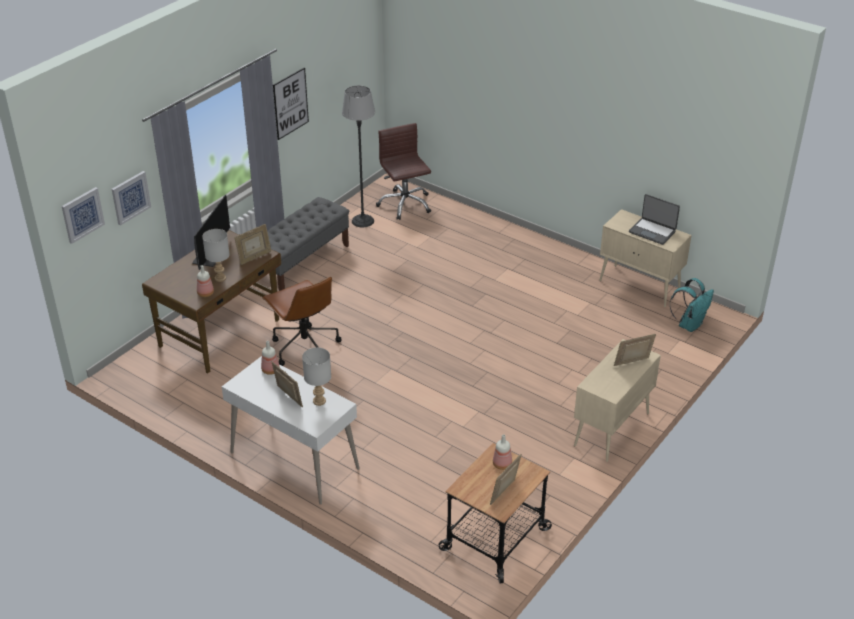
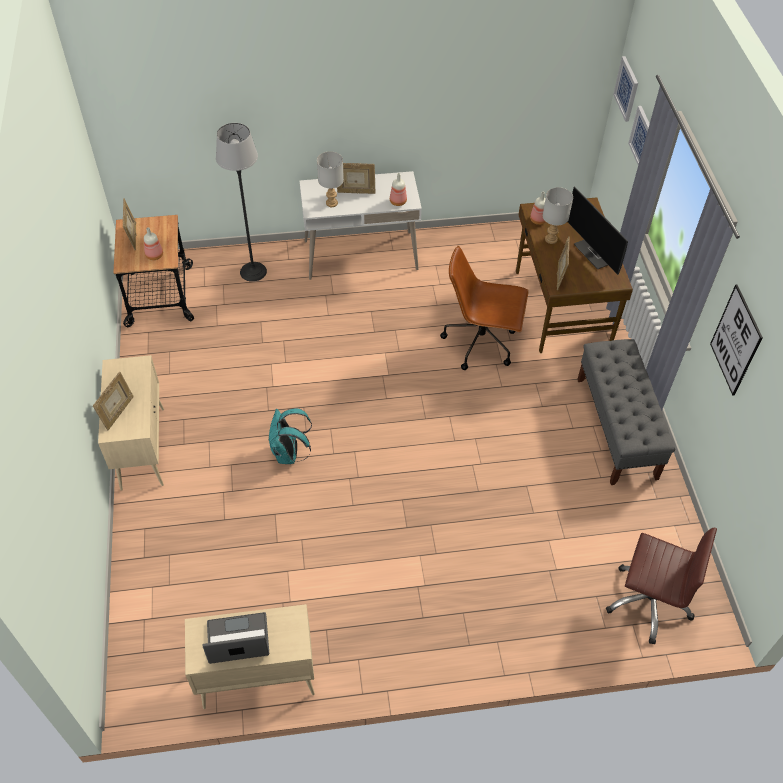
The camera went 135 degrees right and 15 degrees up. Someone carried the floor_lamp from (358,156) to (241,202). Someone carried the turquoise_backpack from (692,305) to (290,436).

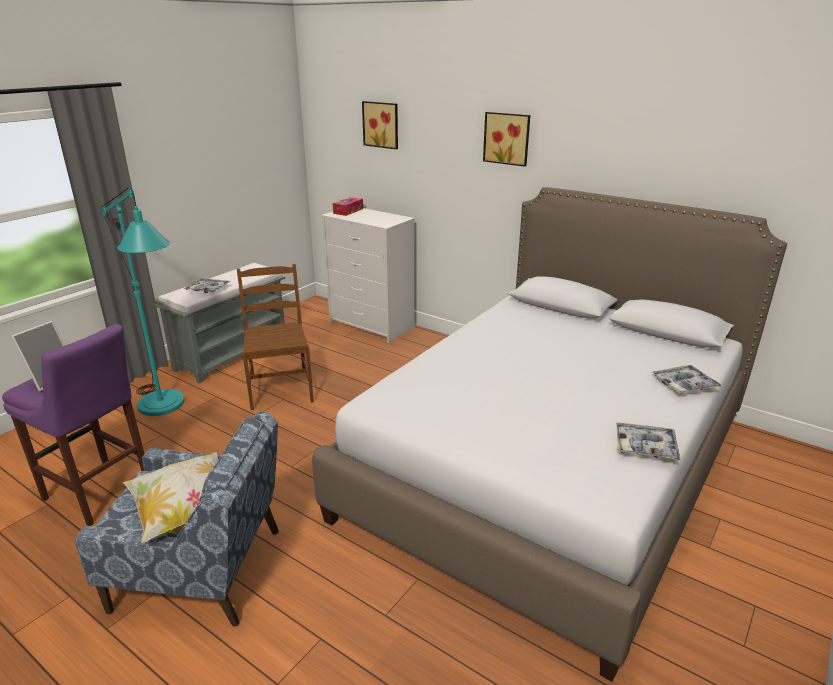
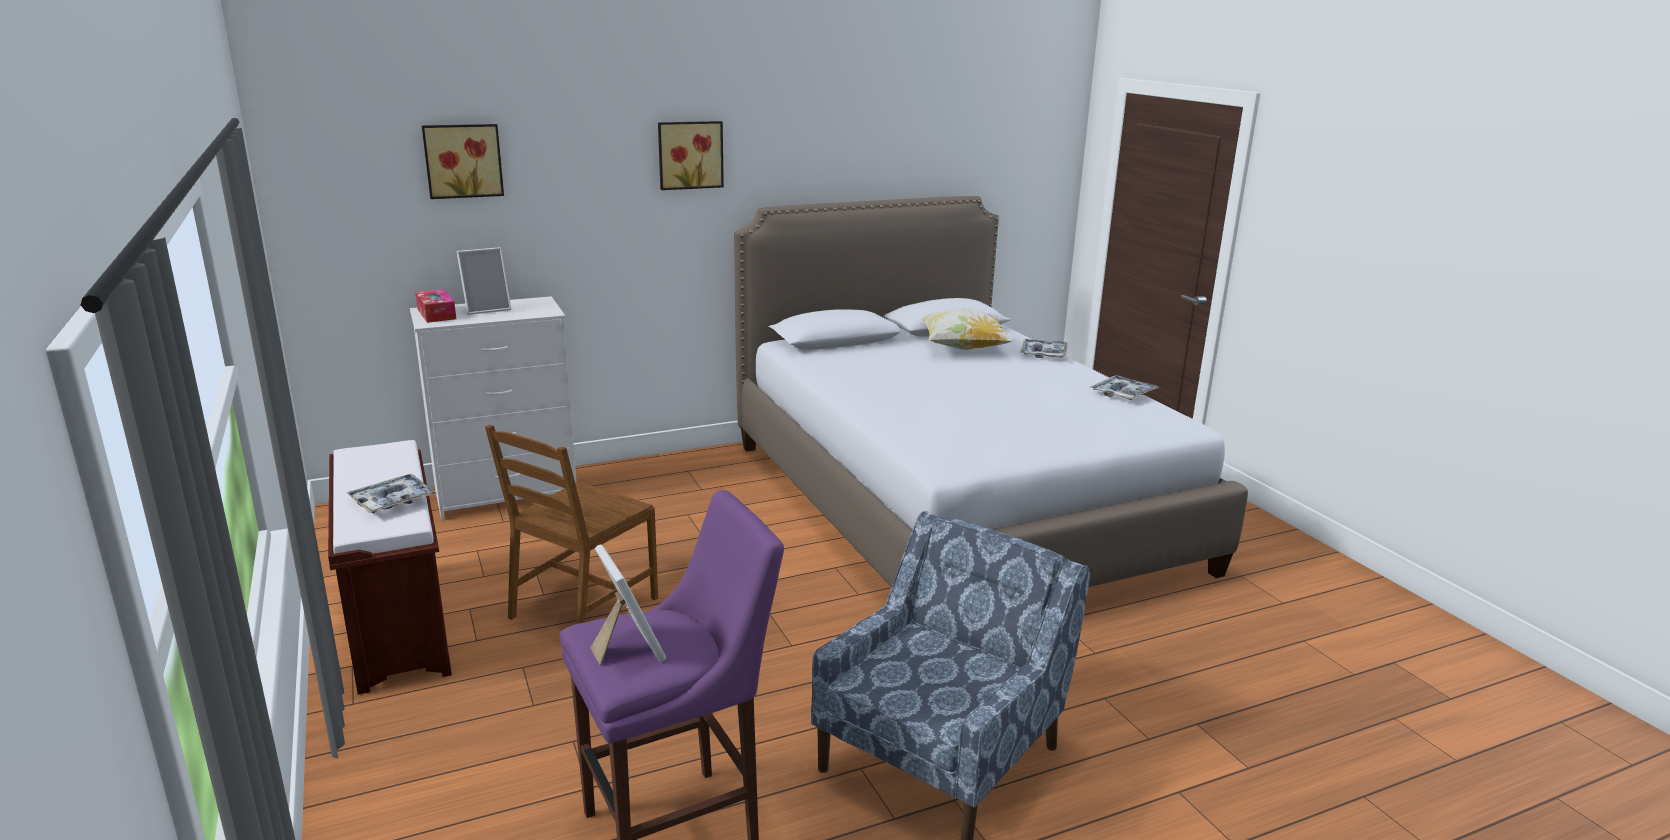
The camera went 60 degrees left and 5 degrees down. Someone took away the turquoise_floor_lamp at (143,301). Someone repainted the grey_bench at (219,323), which became the brown_bench at (390,567). Someone rotated the brown_chair at (275,337) by 75 degrees counterclockwise. Someone carried the pillow from (170,497) to (967,329). Someone put down the picture_frame at (484,281).

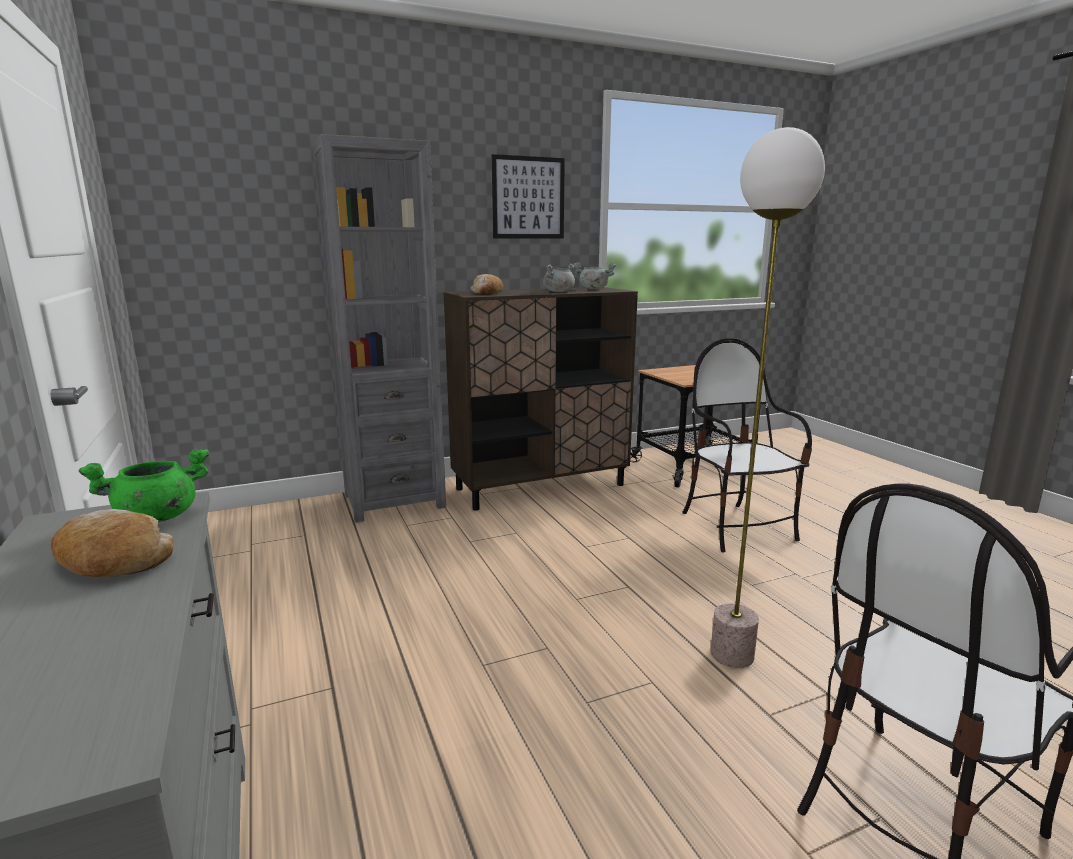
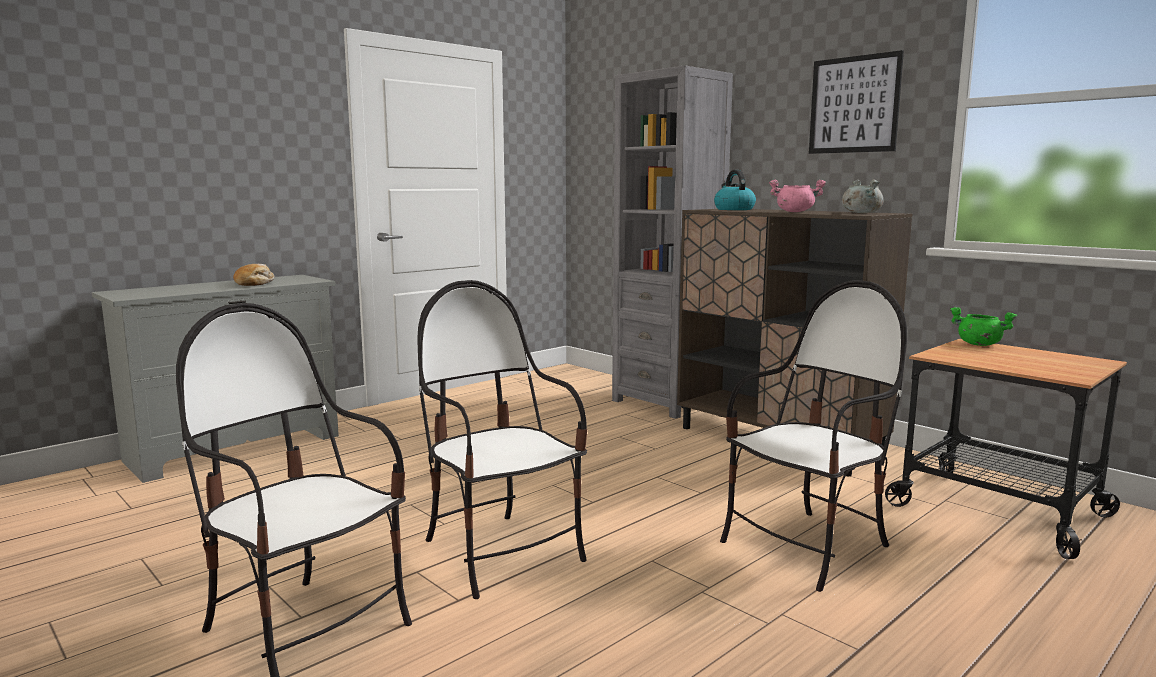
The camera went 70 degrees right and 5 degrees down. Someone swapped the floor_lamp at (768,397) for the chair at (502,439). Someone repainted the grey_cooking_pot at (559,278), which became the pink_cooking_pot at (797,196). Someone swapped the bread at (487,284) for the kettle at (735,190). Someone carried the green_cooking_pot from (144,485) to (983,326).

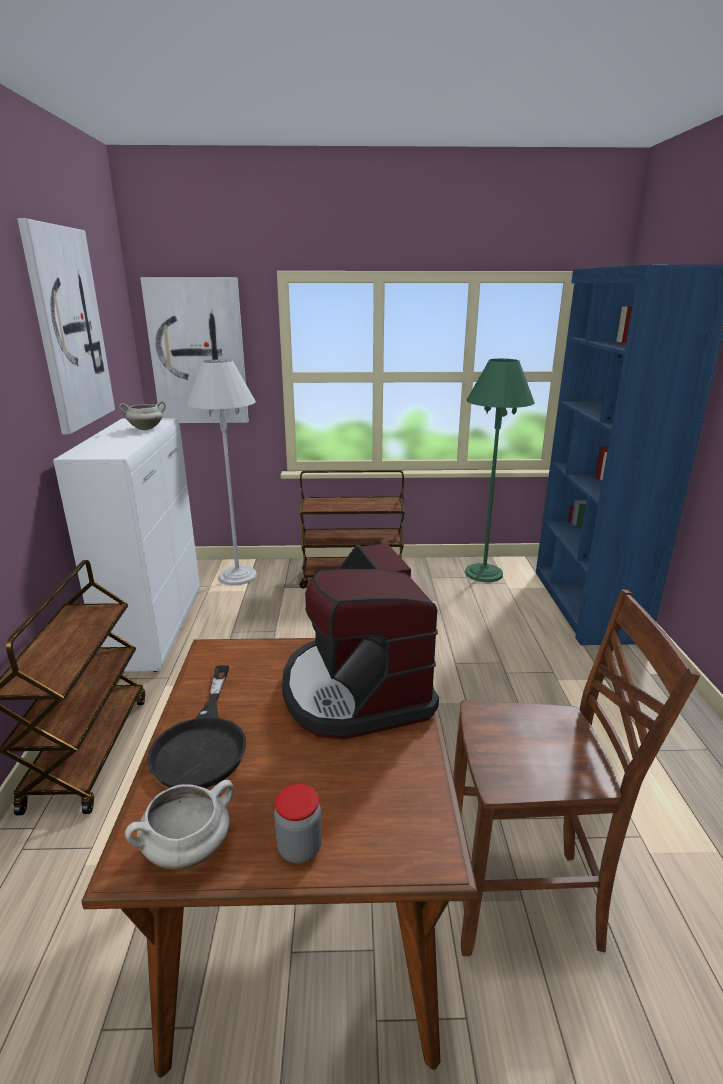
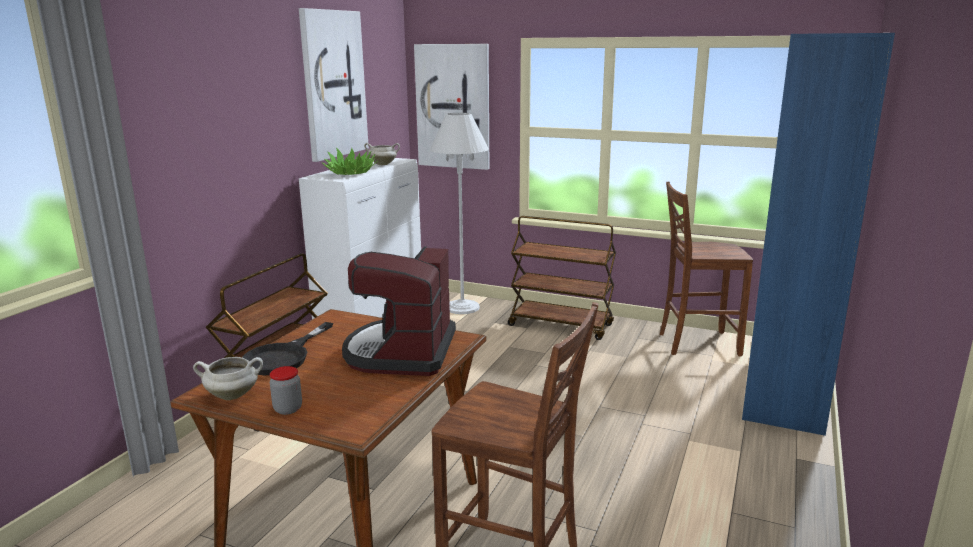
The camera went 25 degrees right and 5 degrees down. Someone swapped the green_floor_lamp at (500,470) for the brown_chair at (706,269). Someone put down the potted_plant at (348,161).

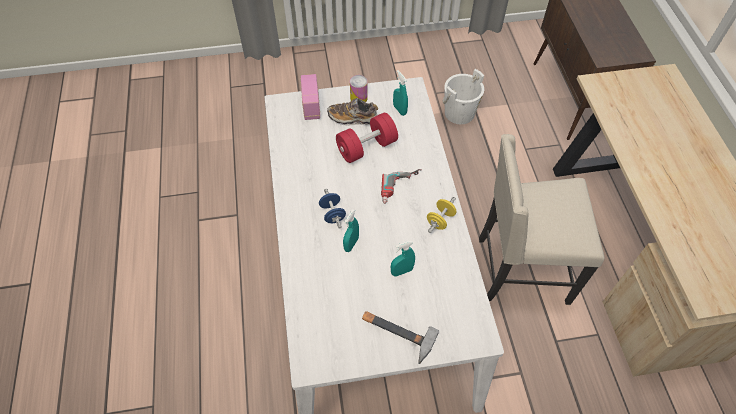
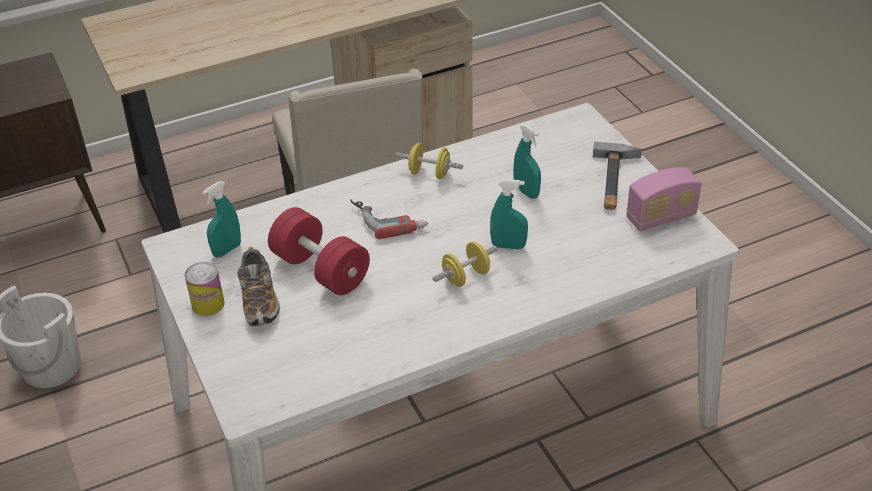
The camera went 105 degrees left and 15 degrees down. Someone carried the radio from (310,97) to (664,199). Someone repainted the blue_dumbbell at (332,208), which became the yellow_dumbbell at (465,264).

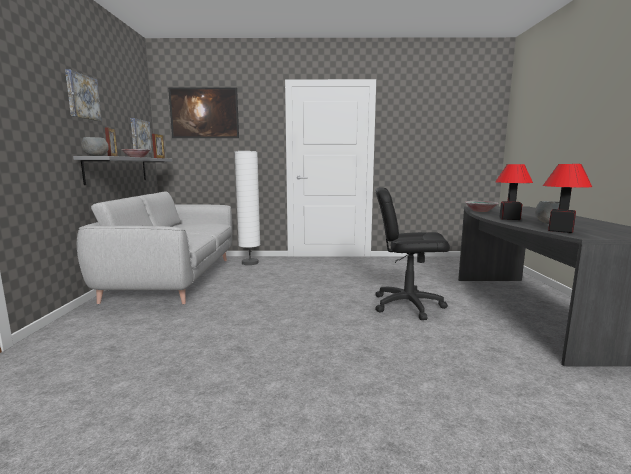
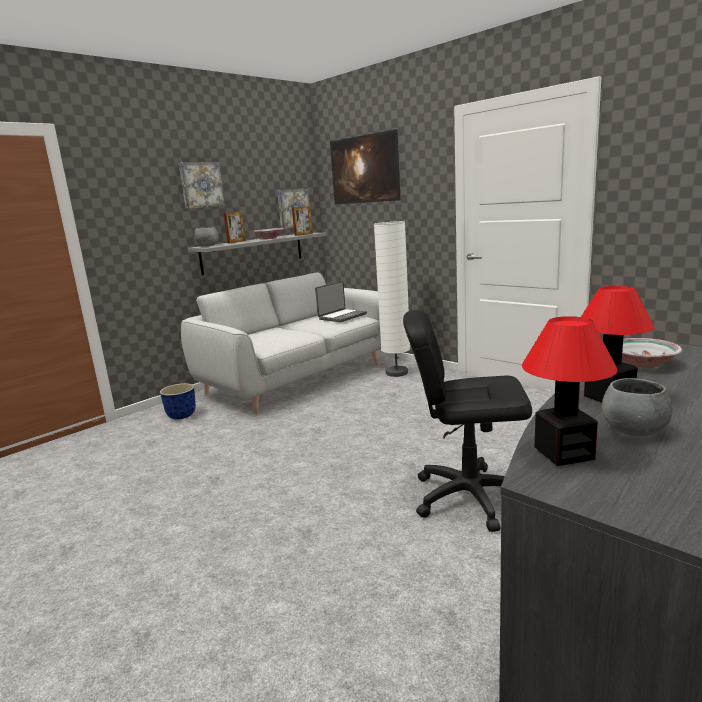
The camera went 45 degrees right and 5 degrees up. Someone rotated the black_office_chair at (412,253) by 45 degrees counterclockwise. Someone put down the laptop at (341,301). Someone put down the planter at (178,401).

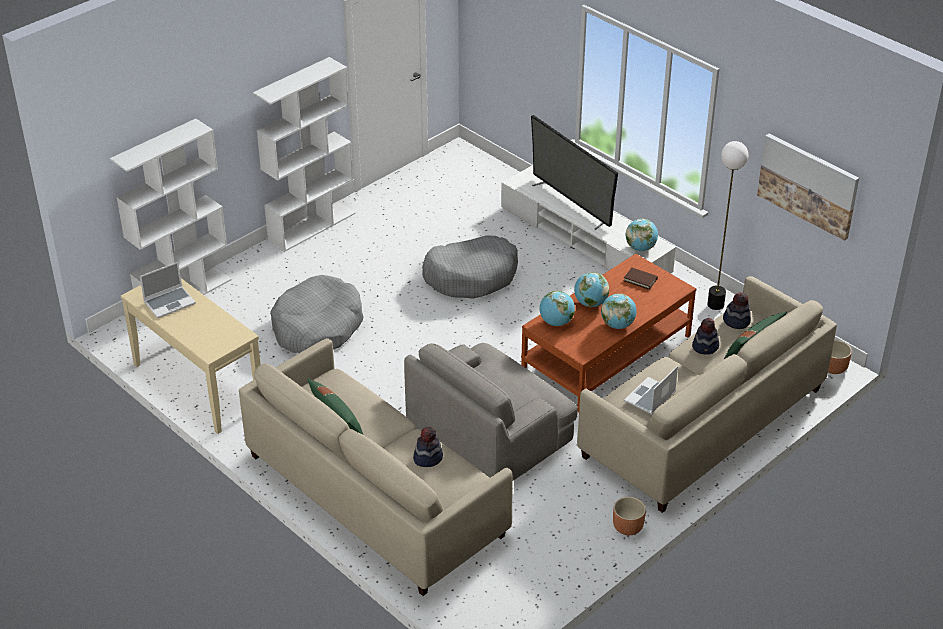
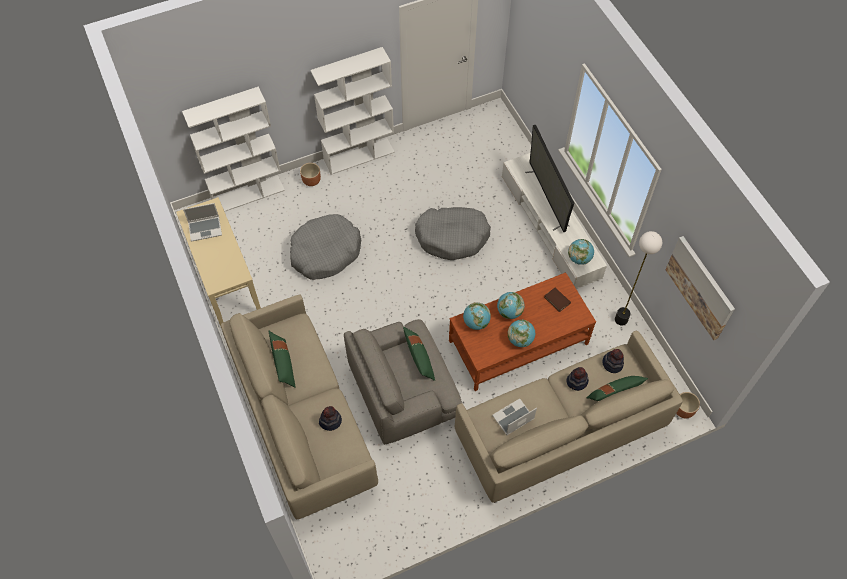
The camera went 20 degrees right and 20 degrees up. Someone carried the brown_planter from (629,516) to (310,174). Someone put down the green_pillow at (419,353).

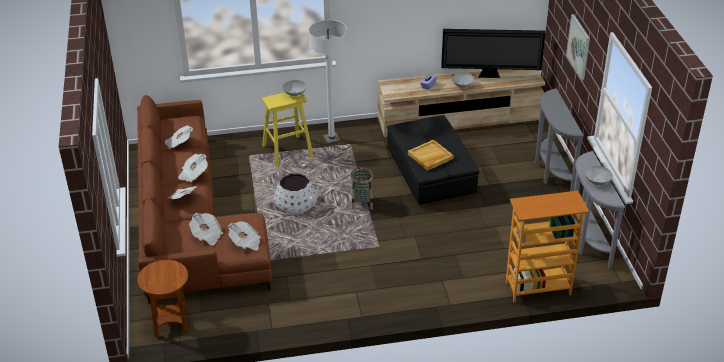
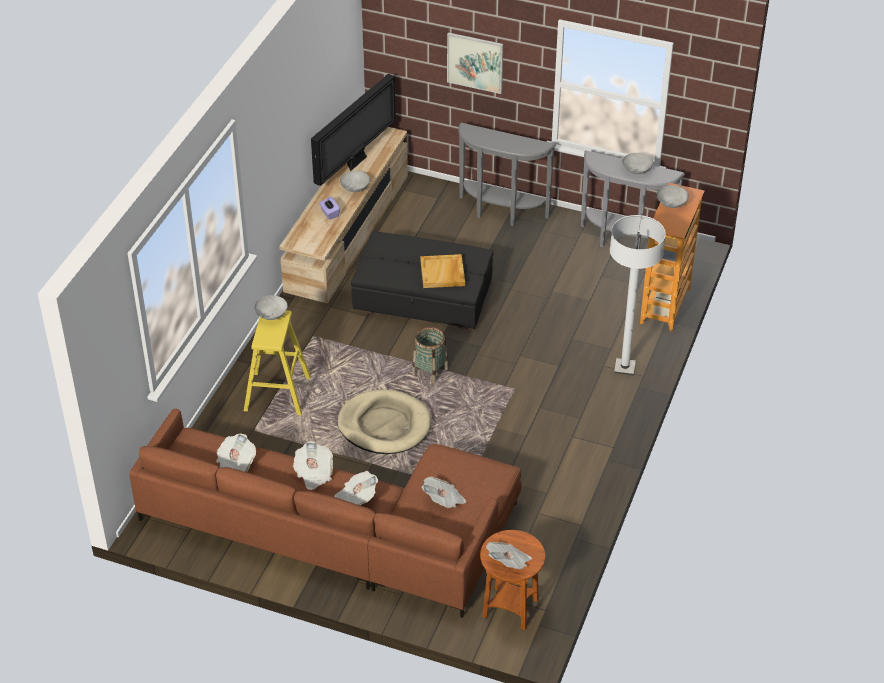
The camera went 60 degrees left and 5 degrees up. Someone carried the white_floor_lamp from (328,82) to (638,295). Someone swapped the white_planter at (296,194) for the beige_dog_bed at (384,421). Someone carried the newspaper from (244,236) to (509,556). Someone put down the grey_bowl at (673,196).

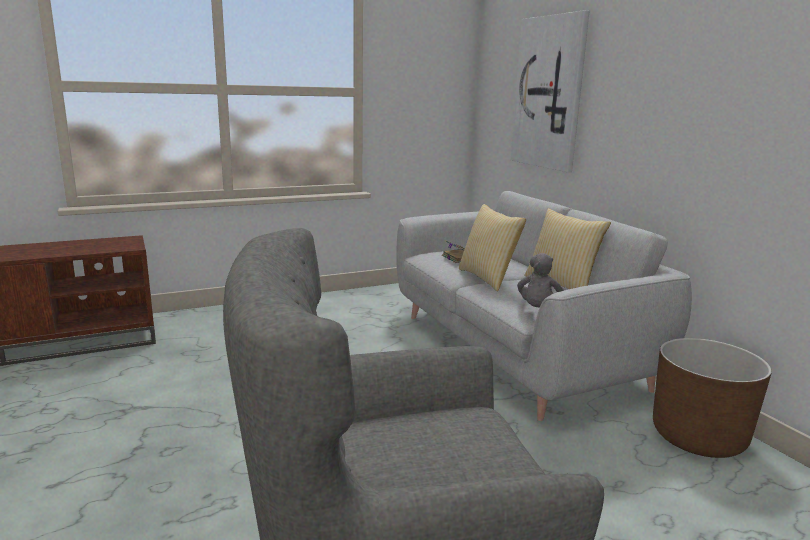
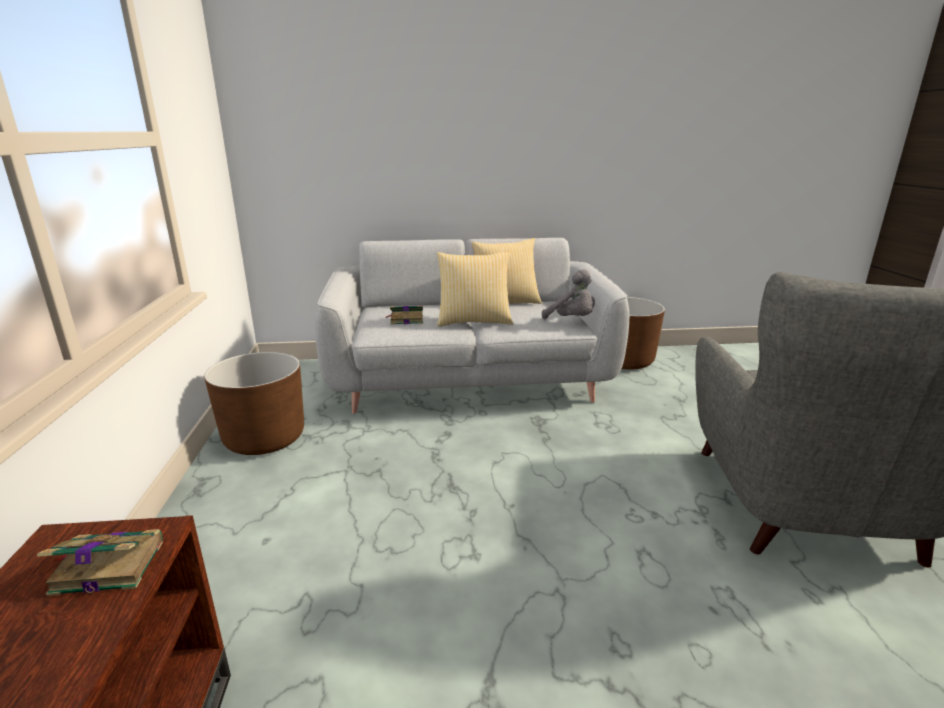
The camera went 70 degrees left and 5 degrees up. Someone took away the picture at (550,91). Someone put down the brown_planter at (254,403). Someone put down the book at (100,562).

